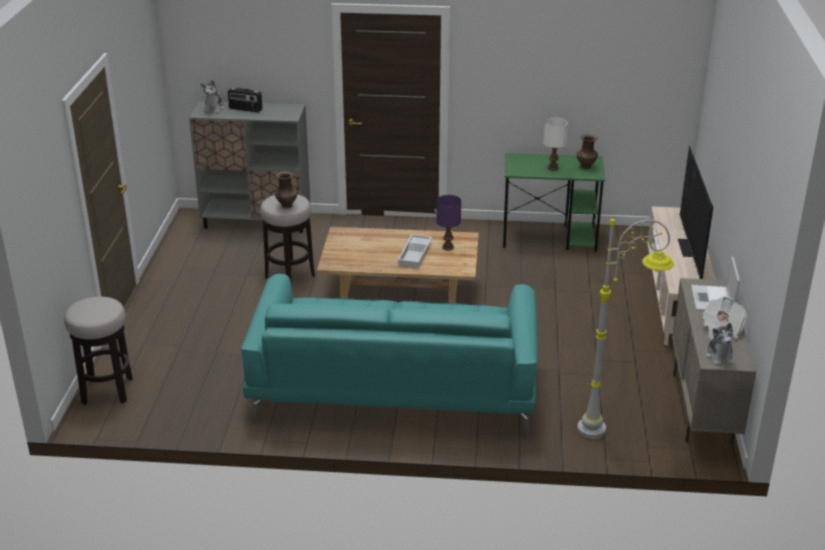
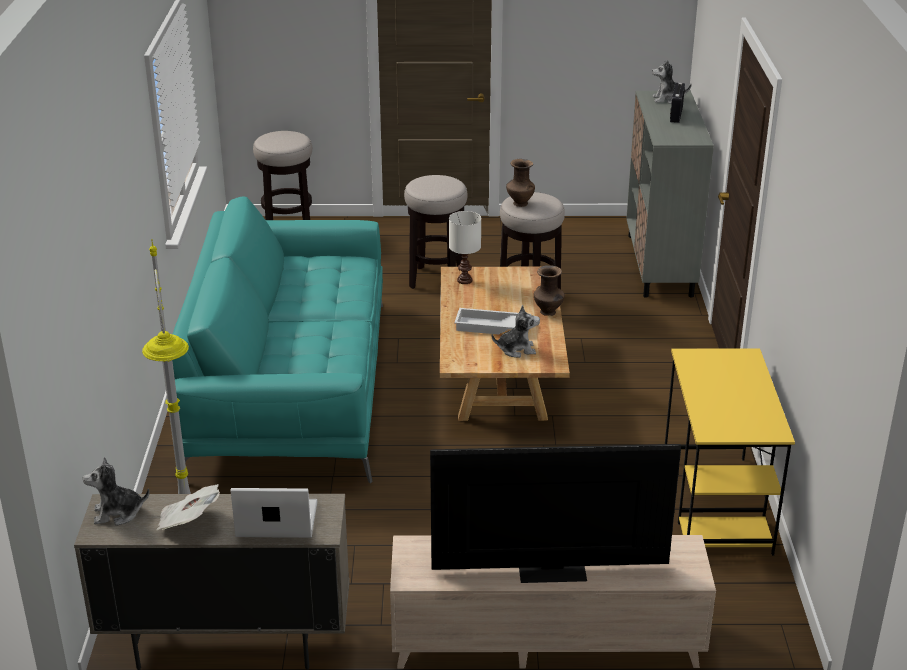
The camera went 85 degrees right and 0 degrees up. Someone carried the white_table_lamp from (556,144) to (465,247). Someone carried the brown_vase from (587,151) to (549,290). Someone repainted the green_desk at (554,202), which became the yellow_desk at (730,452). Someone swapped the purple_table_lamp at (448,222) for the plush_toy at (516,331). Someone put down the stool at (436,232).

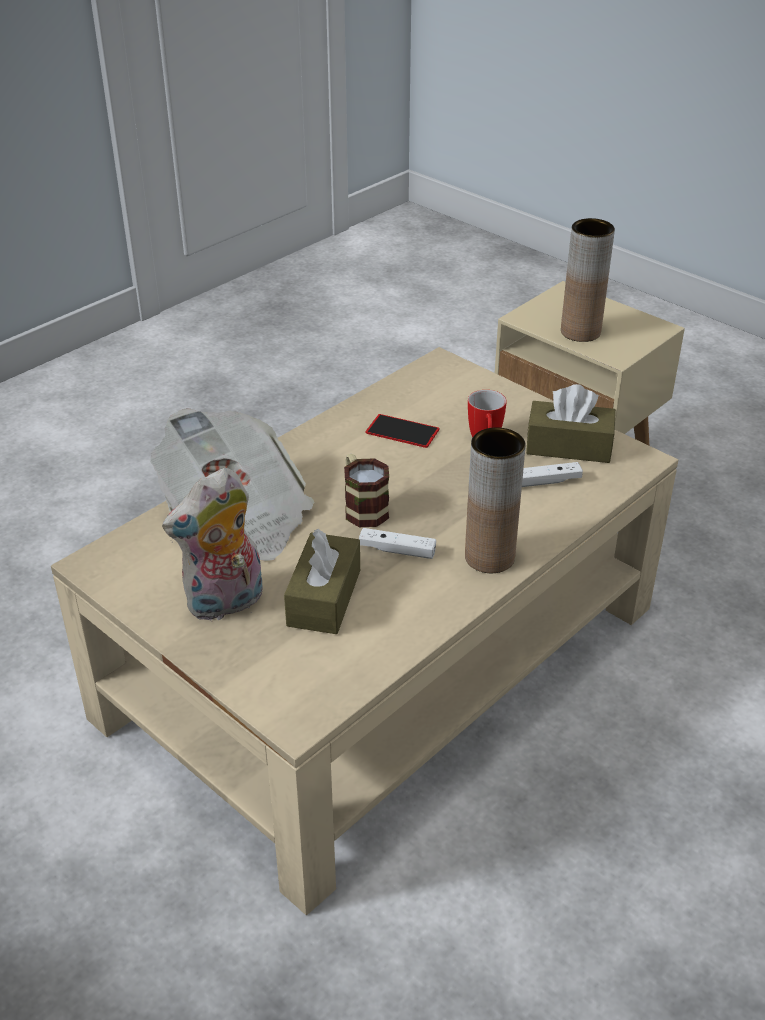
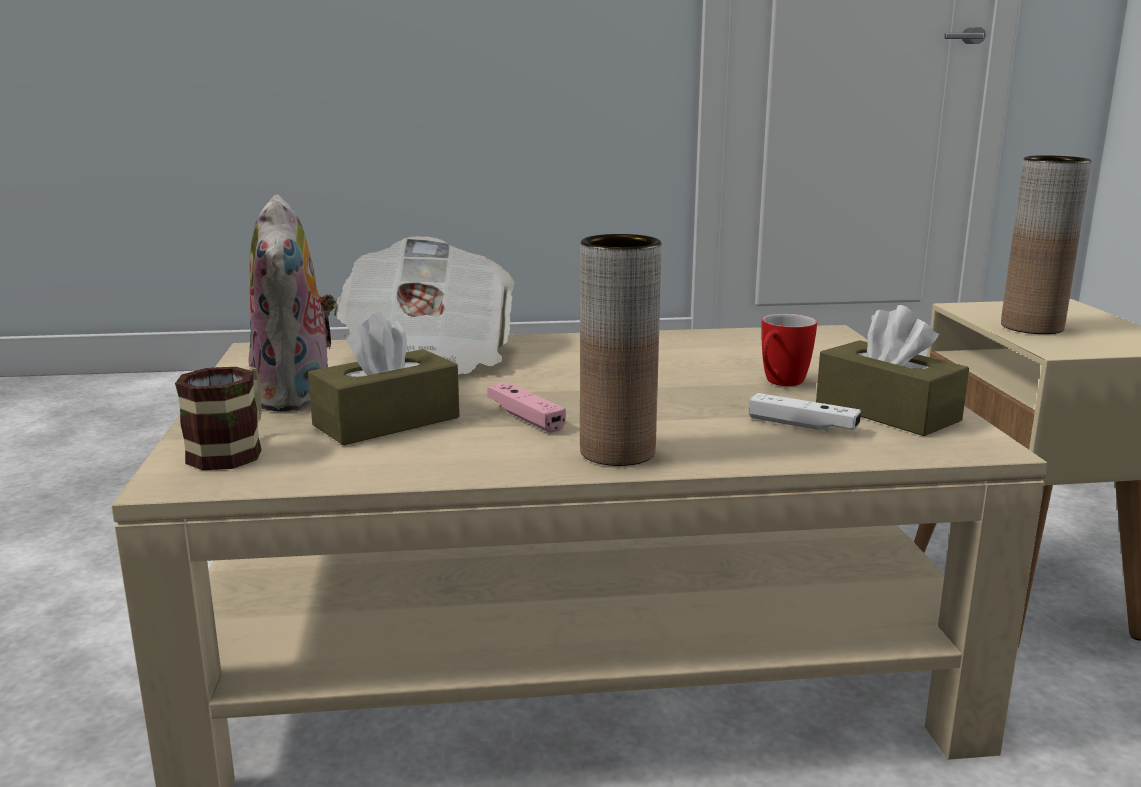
The camera went 40 degrees right and 20 degrees down. Someone took away the phone at (402,431). Someone carried the mug from (366,490) to (218,418). Someone rotated the plush_toy at (212,543) by 105 degrees counterclockwise. Someone repainted the white_game_controller at (397,543), which became the pink_game_controller at (526,407).

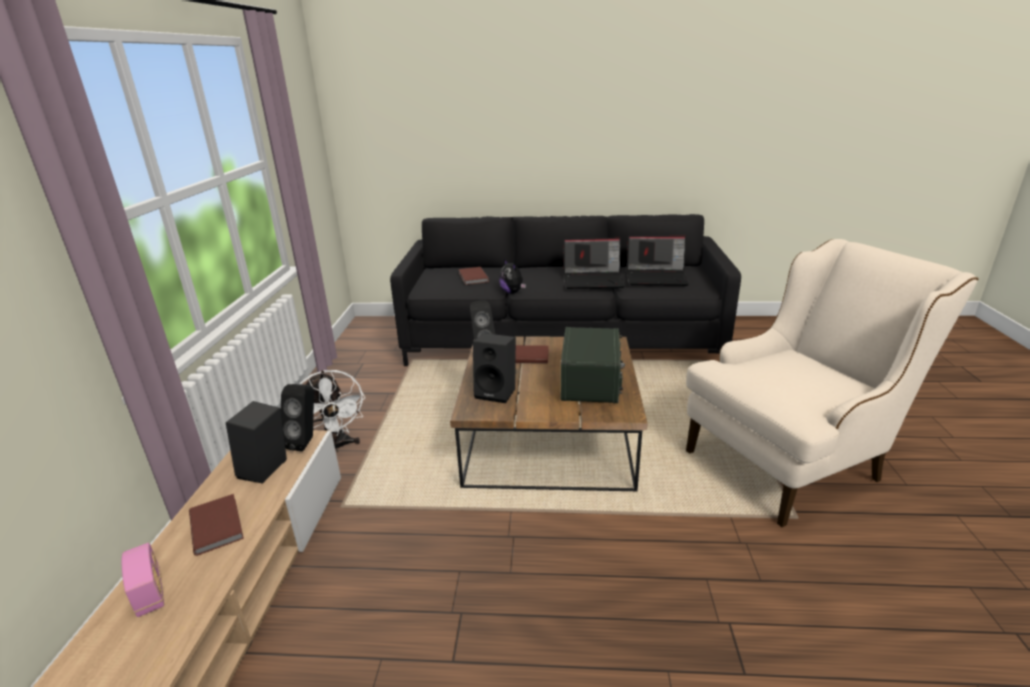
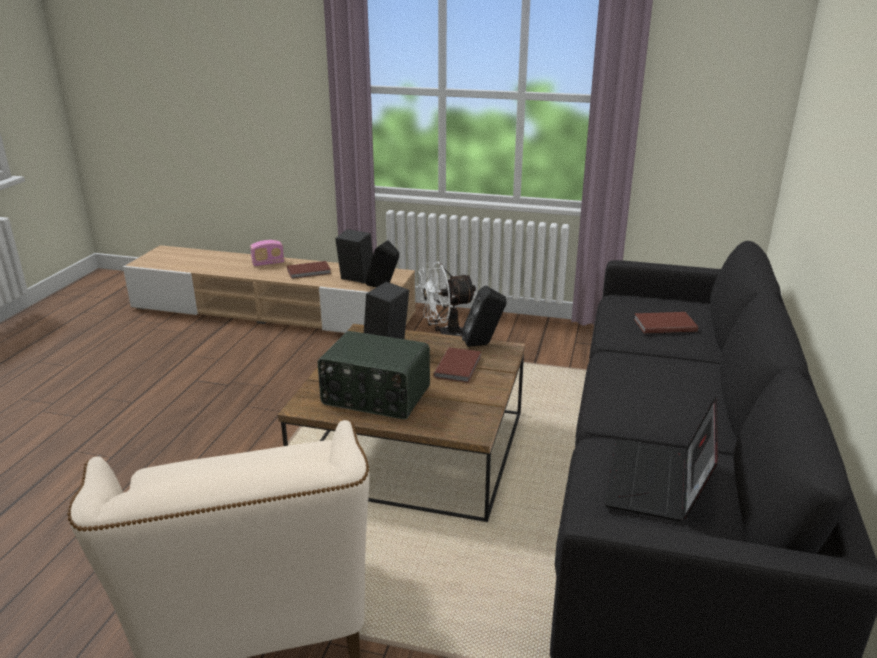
The camera went 100 degrees right and 0 degrees up. Someone took away the laptop at (594,263). Someone took away the plush_toy at (512,276).

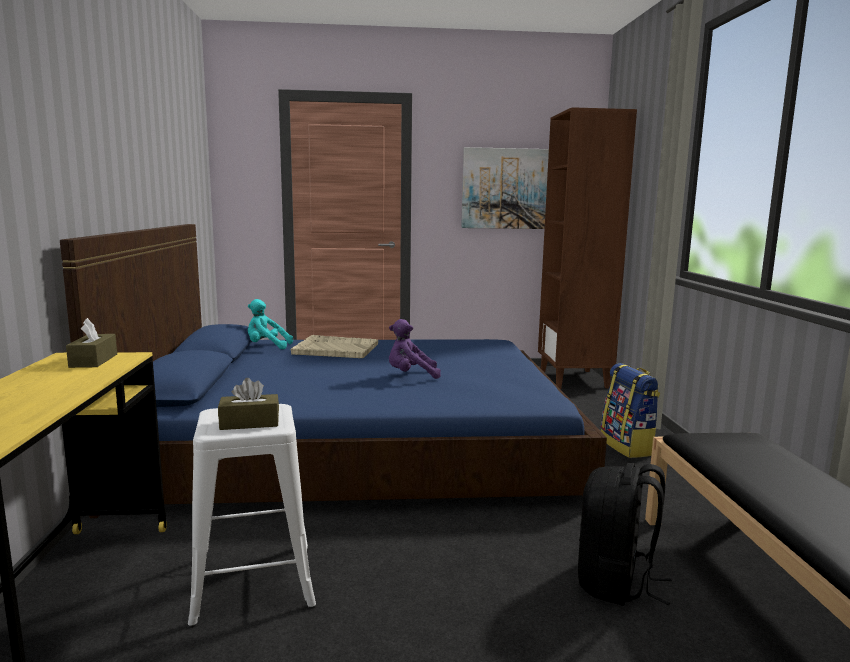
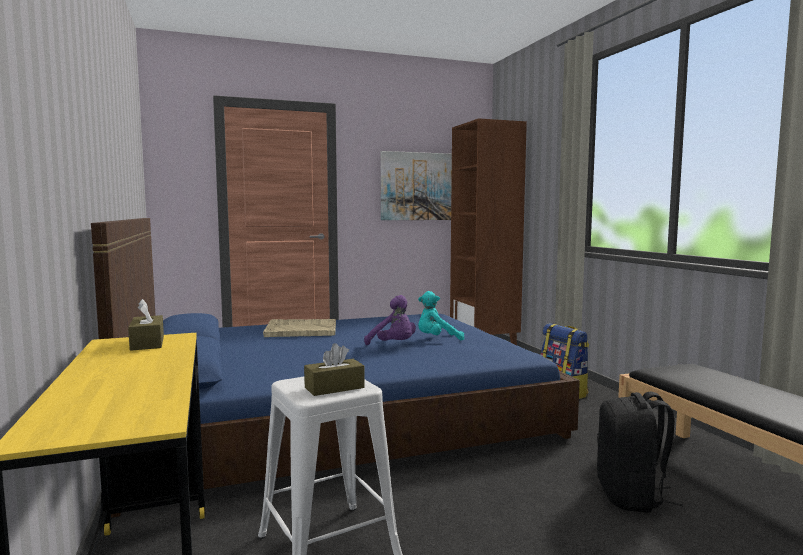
The camera went 15 degrees left and 5 degrees down. Someone carried the turquoise_plush_toy from (270,324) to (441,316). Someone rotated the purple_plush_toy at (415,349) by 120 degrees counterclockwise.

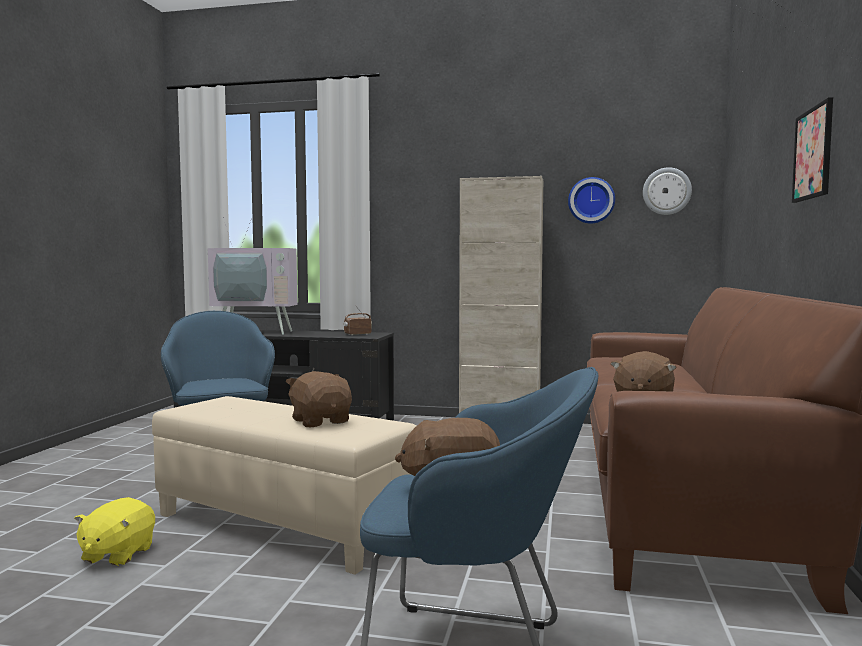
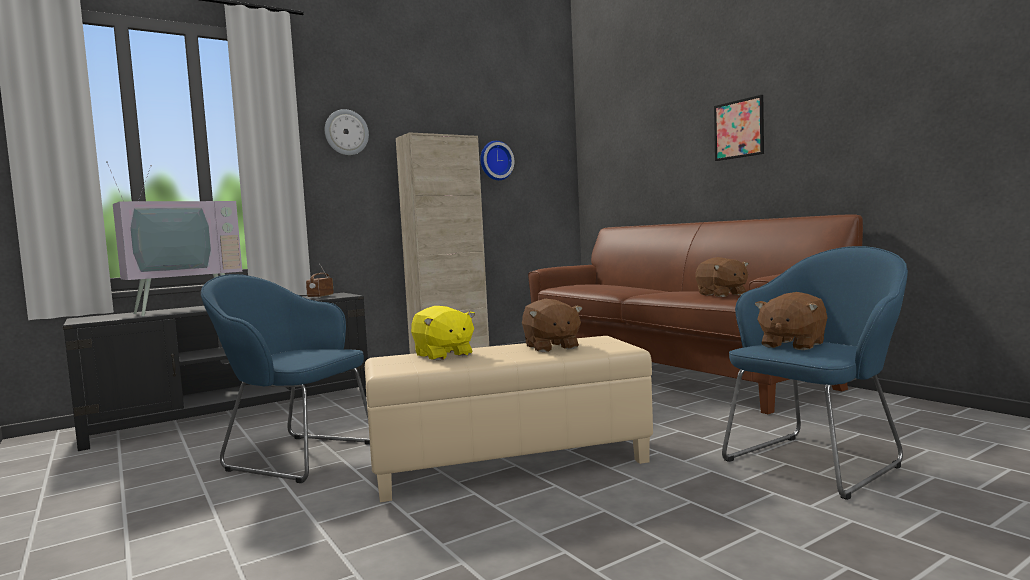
The camera went 45 degrees left and 0 degrees up. Someone carried the wall_clock from (667,191) to (347,132). Someone rotated the brown_plush_toy at (319,399) by 120 degrees counterclockwise. Someone carried the yellow_plush_toy from (114,531) to (443,333).

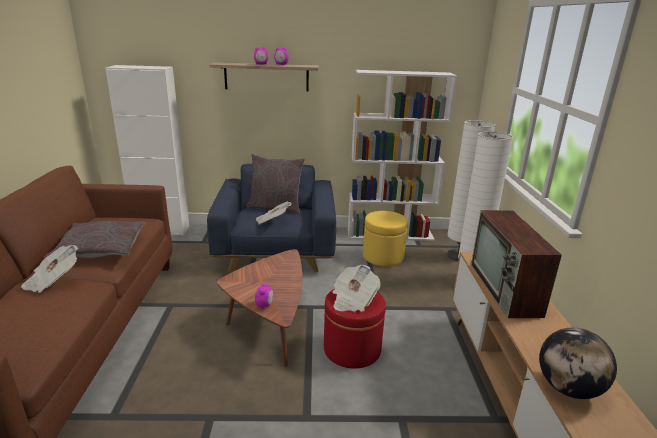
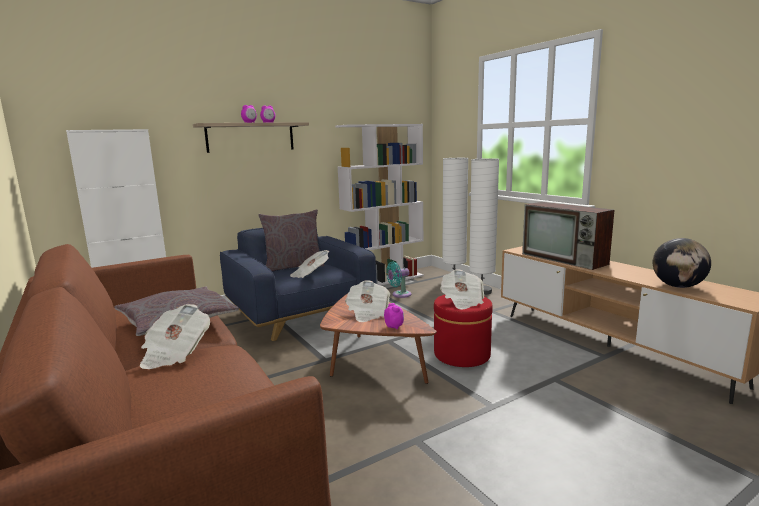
The camera went 30 degrees left and 10 degrees down. Someone swapped the yellow_ottoman at (385,238) for the turquoise_fan at (398,279). Someone put down the newspaper at (367,301).

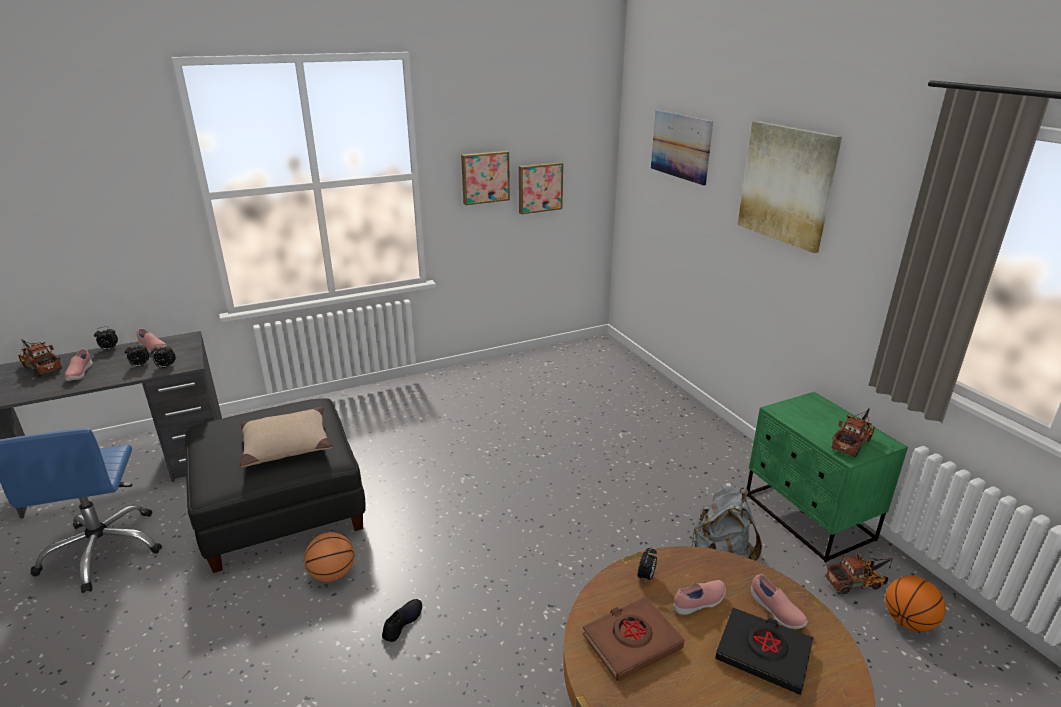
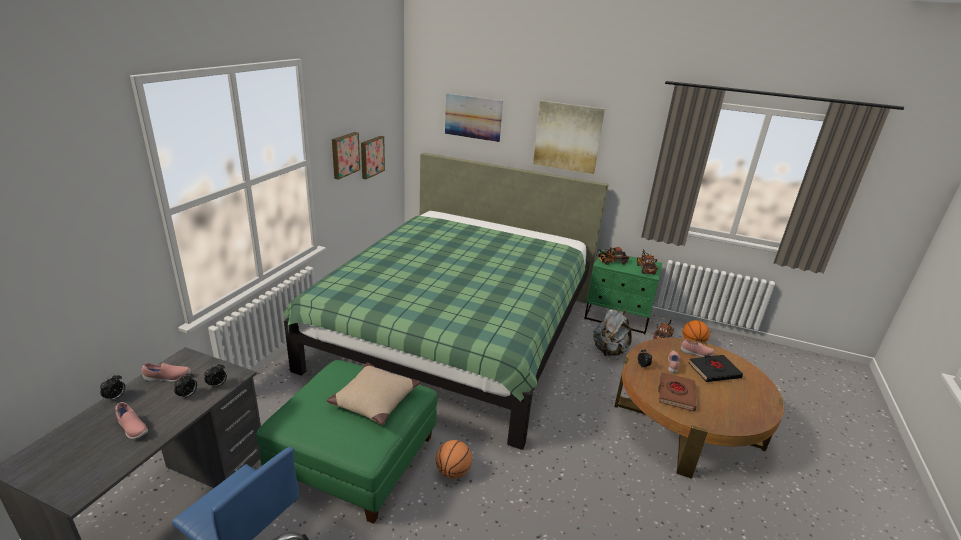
The camera went 45 degrees left and 0 degrees up. Someone carried the toy_truck from (40,358) to (613,256). Someone repainted the black_ottoman at (275,485), which became the green_ottoman at (346,442). Someone took away the black_shoe at (402,620). Someone put down the green_bed at (445,301).

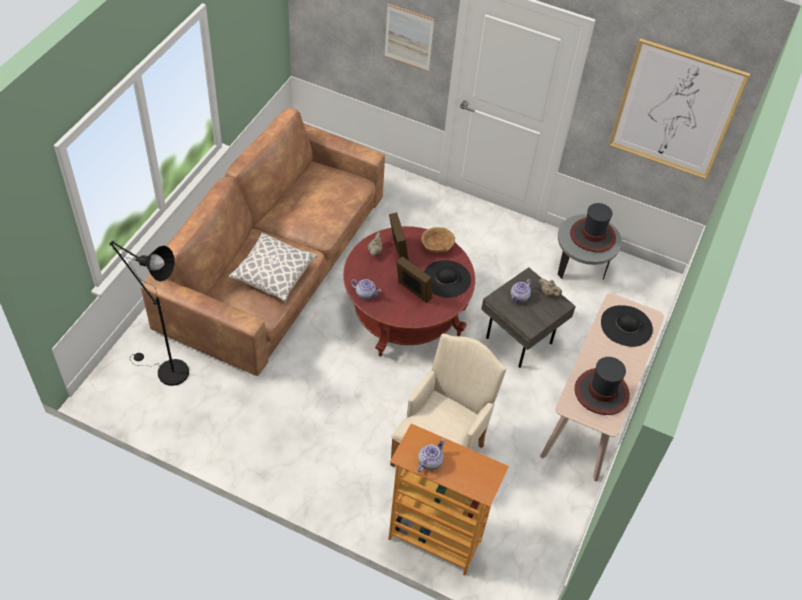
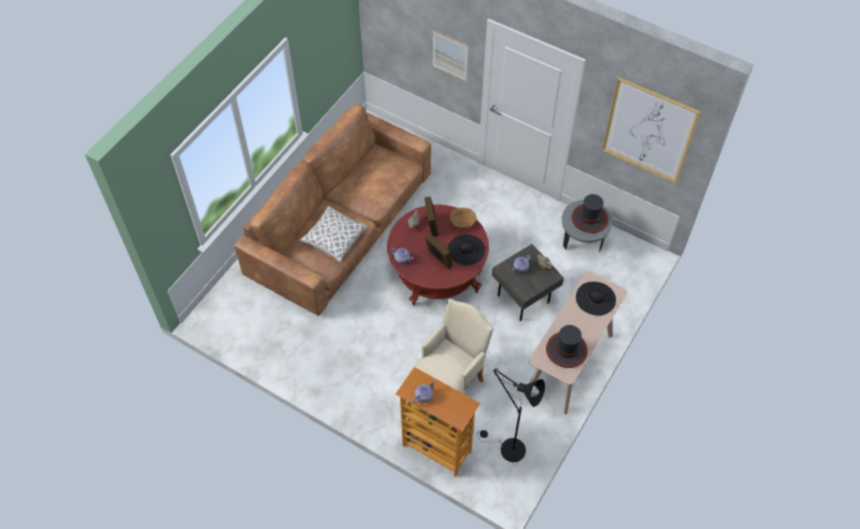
The camera went 10 degrees right and 5 degrees up. Someone carried the black_floor_lamp from (149,313) to (510,415).

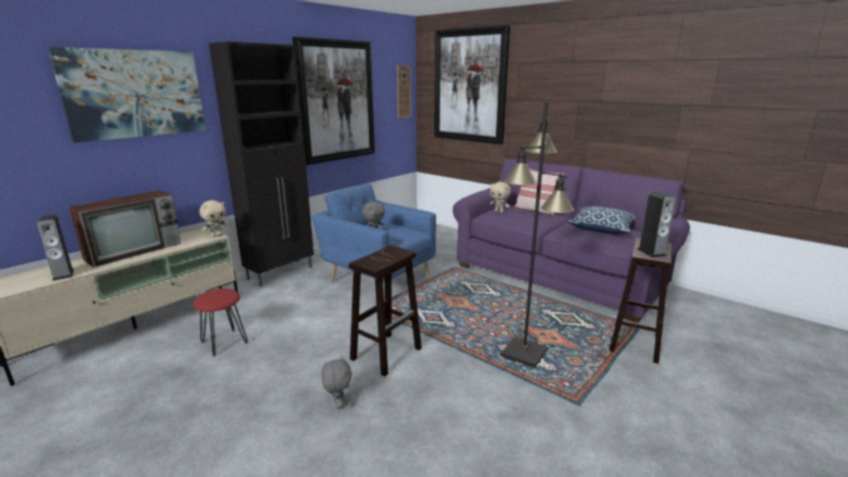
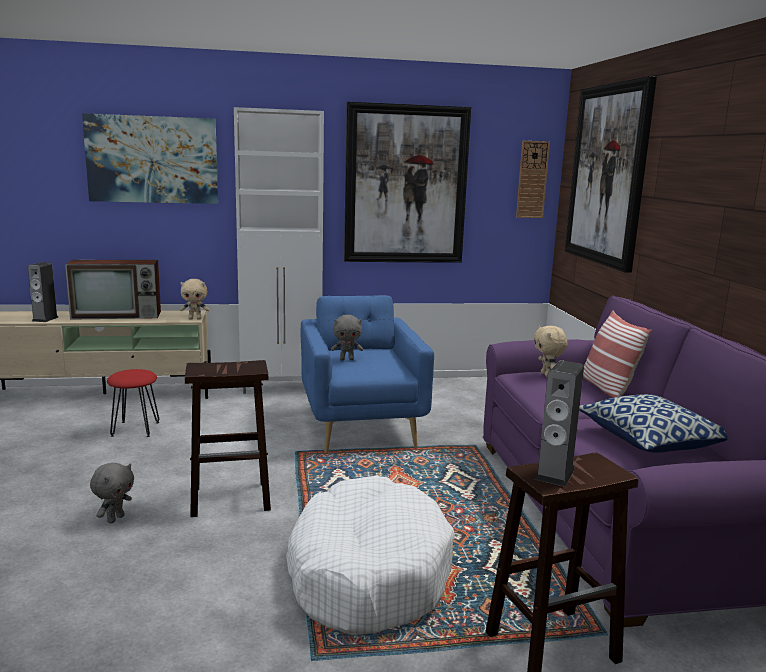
The camera went 40 degrees right and 5 degrees down. Someone repainted the black_cabinet at (261,164), which became the white_cabinet at (279,250). Someone swapped the black_floor_lamp at (537,235) for the white_dog_bed at (370,555).

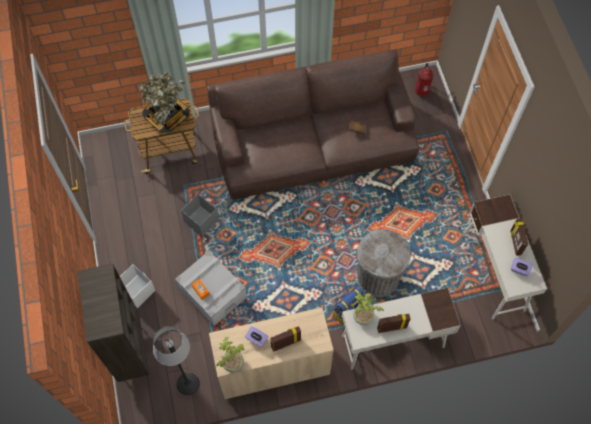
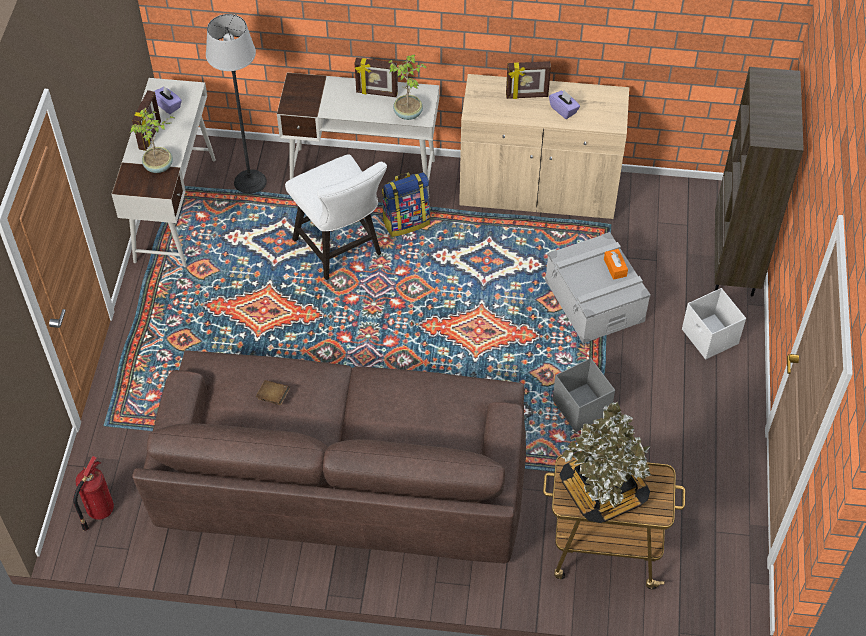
The camera went 160 degrees left and 10 degrees down. Someone swapped the grey_trash_can at (383,263) for the white_chair at (336,217). Someone carried the floor_lamp from (176,360) to (236,104). Someone carried the potted_plant from (230,354) to (152,140).

